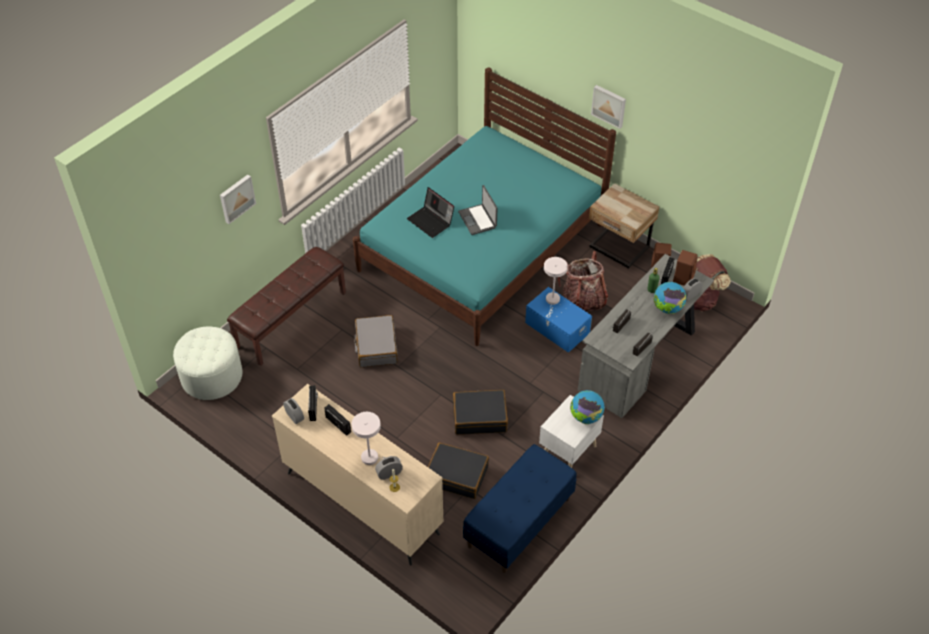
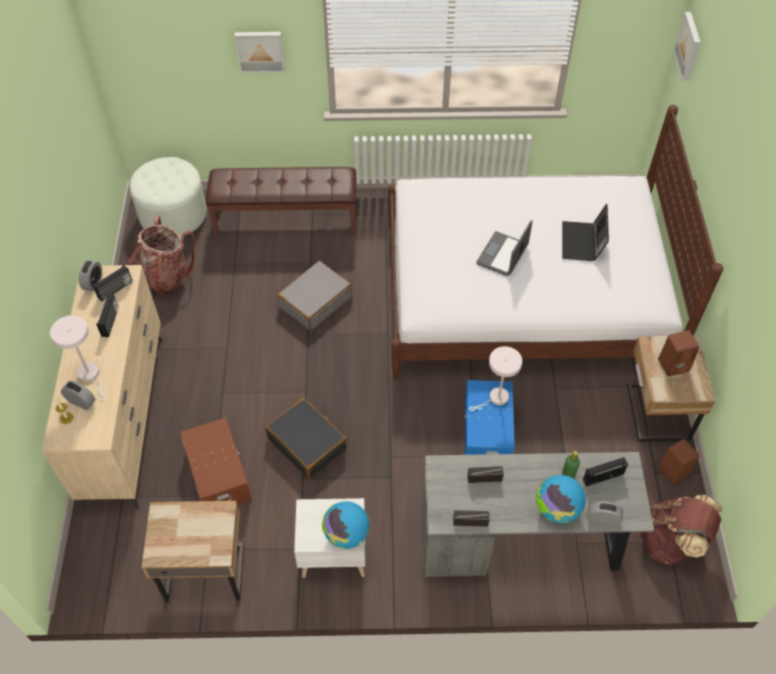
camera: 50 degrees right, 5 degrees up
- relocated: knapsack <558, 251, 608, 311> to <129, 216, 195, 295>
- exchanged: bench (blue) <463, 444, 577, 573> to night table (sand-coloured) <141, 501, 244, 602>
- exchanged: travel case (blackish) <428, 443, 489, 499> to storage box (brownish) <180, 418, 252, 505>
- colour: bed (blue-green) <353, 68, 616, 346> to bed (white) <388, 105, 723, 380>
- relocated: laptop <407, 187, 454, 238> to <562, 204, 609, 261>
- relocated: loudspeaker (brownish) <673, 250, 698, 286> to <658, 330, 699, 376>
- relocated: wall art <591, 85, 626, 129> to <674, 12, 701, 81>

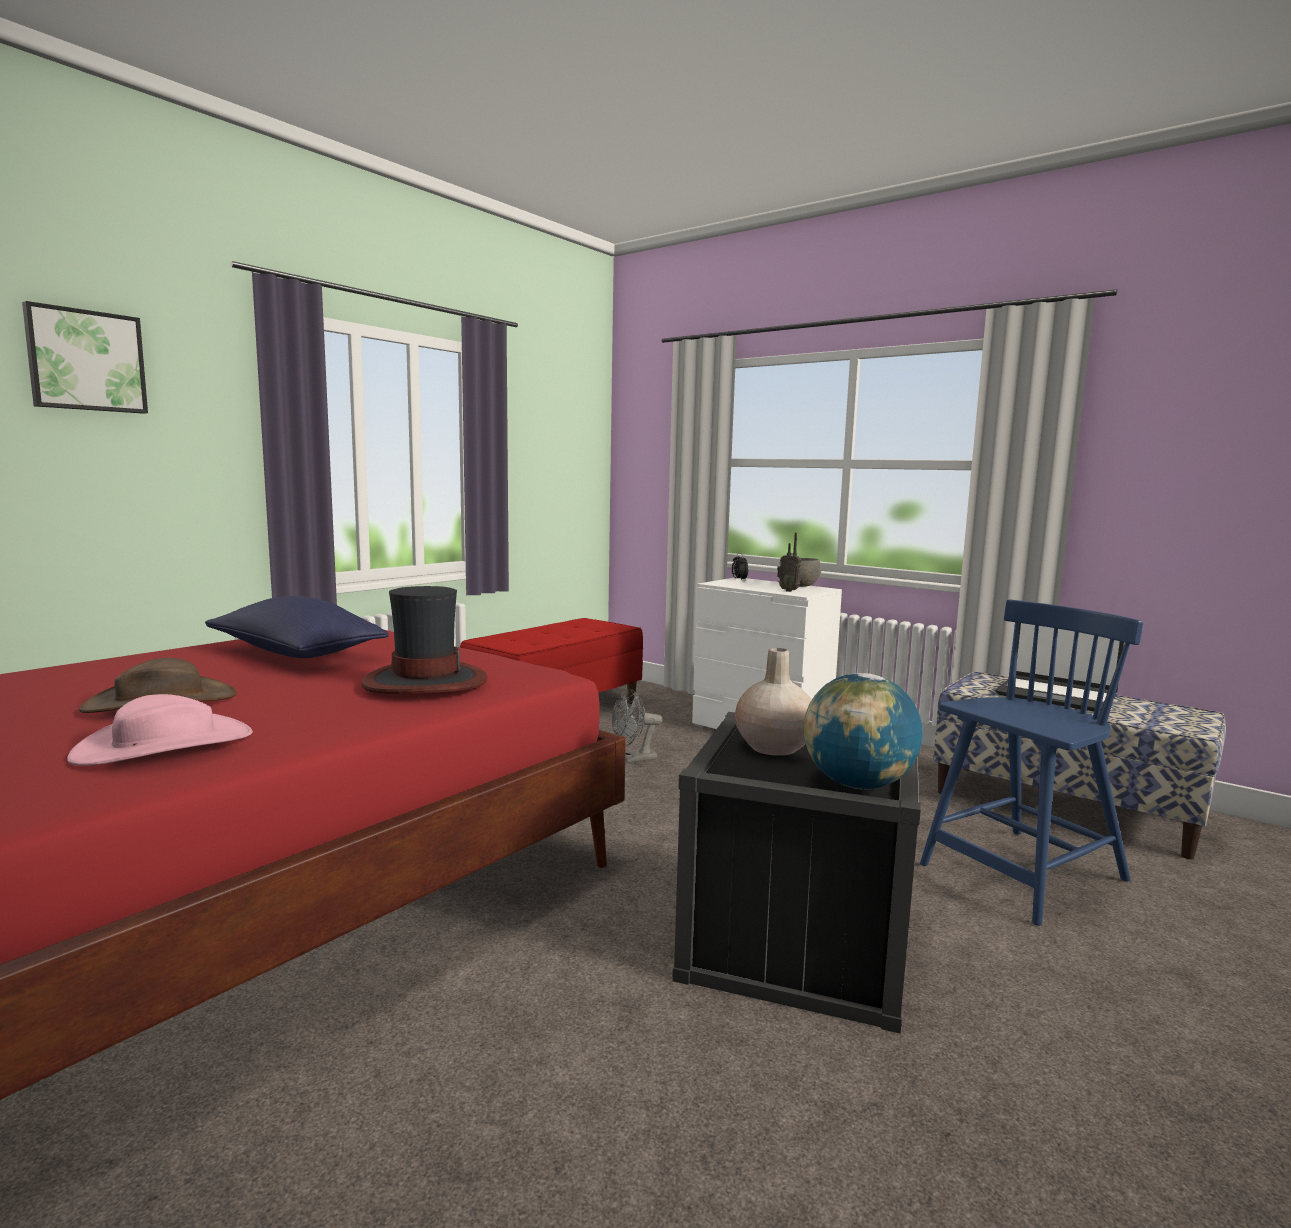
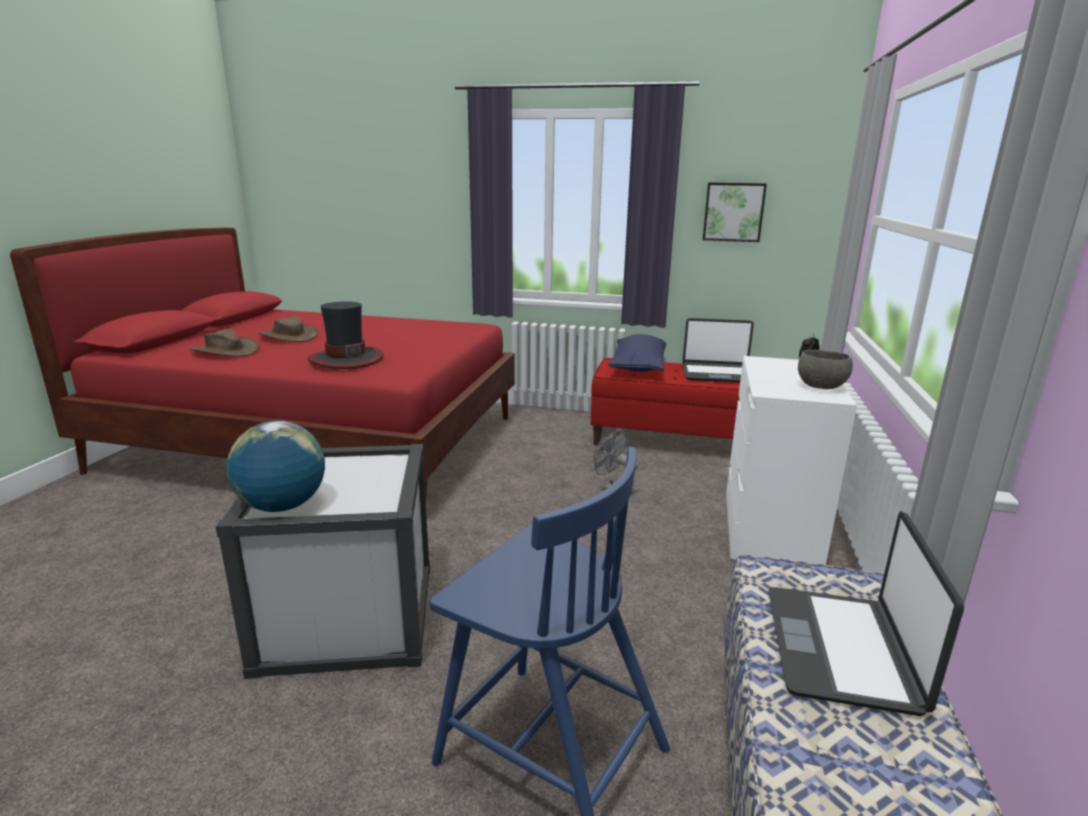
camera: 65 degrees right, 10 degrees up
- colour: hat (pink-coloured) <67, 694, 253, 766> to hat (brownish) <190, 329, 259, 357>
- colour: storage box (blackish) <672, 712, 921, 1034> to storage box (white) <215, 444, 430, 679>
- relocated: cushion (blue) <205, 596, 389, 658> to <608, 334, 666, 372>
- appeared: laptop <682, 318, 754, 383>
- relocated: wall art <22, 301, 148, 414> to <703, 183, 767, 242>
- missing: flower vase (sand-coloured) <735, 648, 812, 756>
- missing: radio receiver <777, 532, 801, 592>

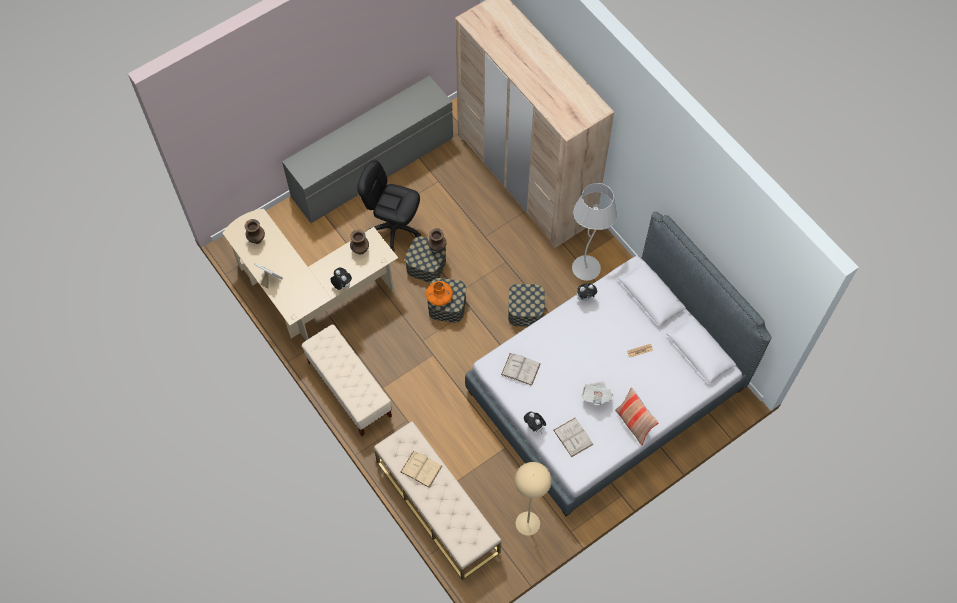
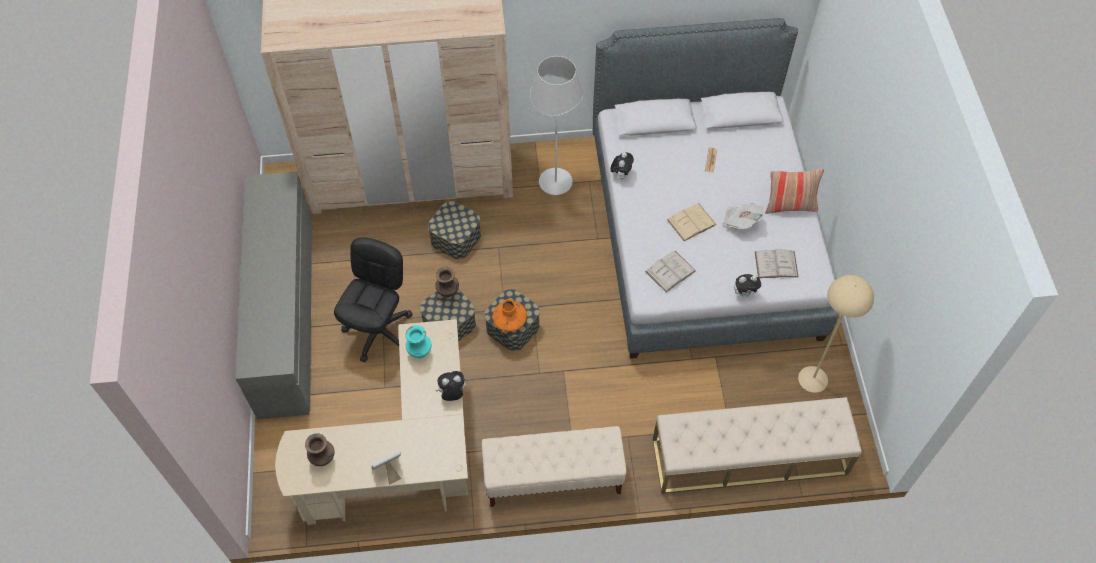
camera: 60 degrees left, 5 degrees down
- spun: computer chair (blackish) <357, 160, 421, 251> = <334, 237, 413, 362> 150 degrees clockwise
- colour: flower vase (brownish) <350, 229, 369, 255> to flower vase (blue-green) <405, 325, 432, 358>
- relocated: storage box <508, 284, 545, 327> to <428, 201, 481, 259>
- relocated: volume (sand-coloured) <401, 451, 442, 488> to <667, 203, 716, 241>

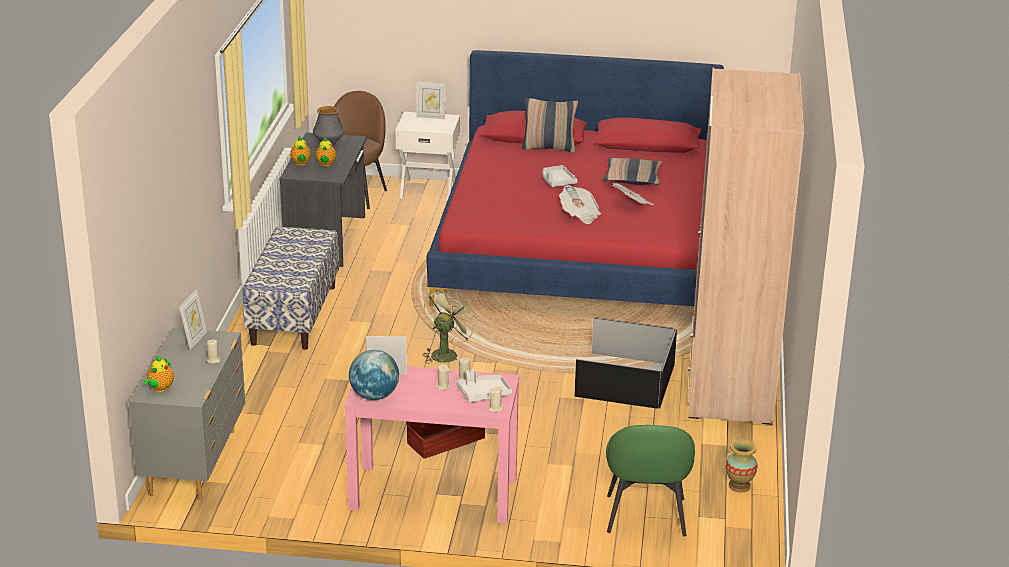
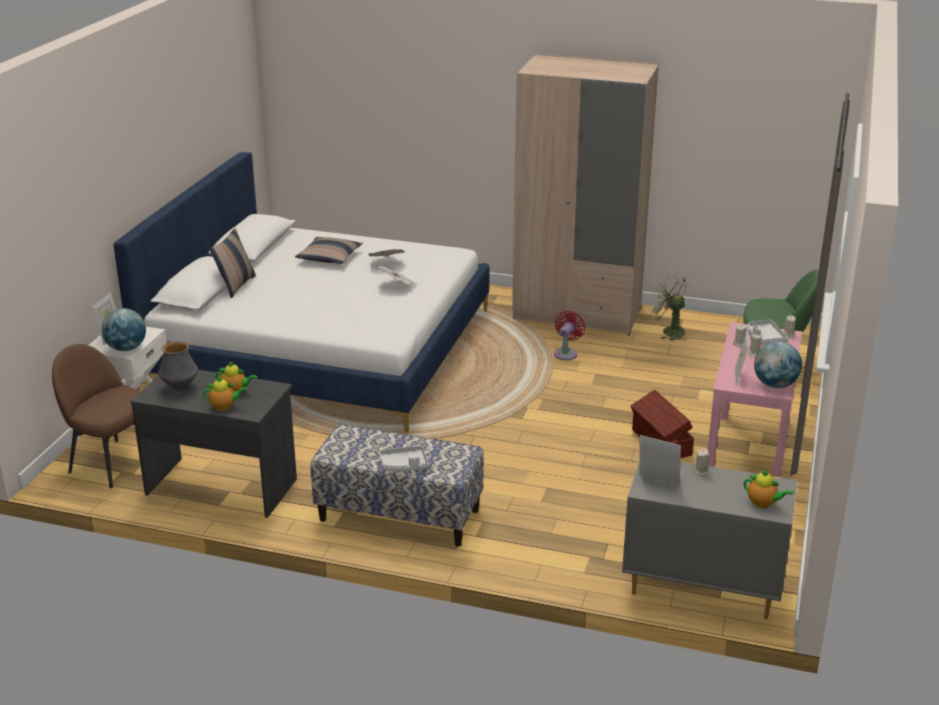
camera: 80 degrees left, 0 degrees up
- appeared: desk globe <102, 308, 146, 351>
- colour: bed (reddish) <426, 50, 724, 308> to bed (white) <113, 152, 490, 432>
- relocated: tray (grey) <543, 165, 577, 187> to <379, 445, 429, 471>
- exchanged: storage box (blackish) <574, 317, 677, 409> to cooling fan (reddish) <554, 311, 586, 360>
- relocated: cooling fan (green) <422, 290, 478, 363> to <649, 274, 686, 341>
- missing: flower vase <726, 439, 758, 492>

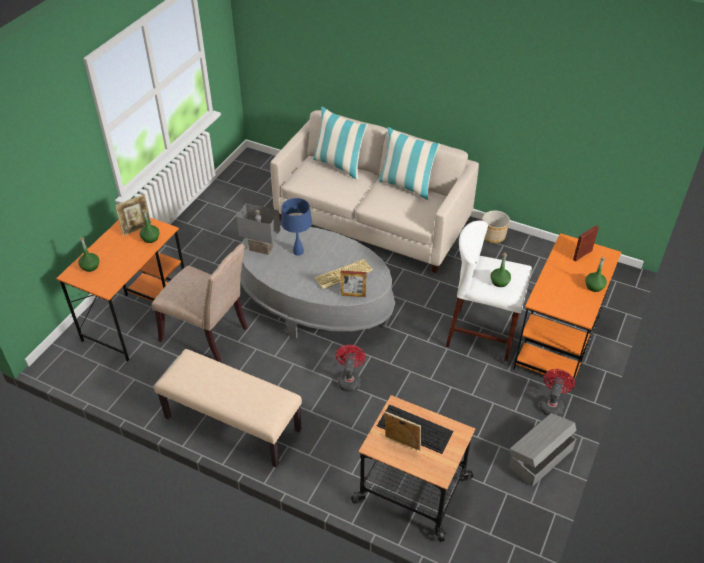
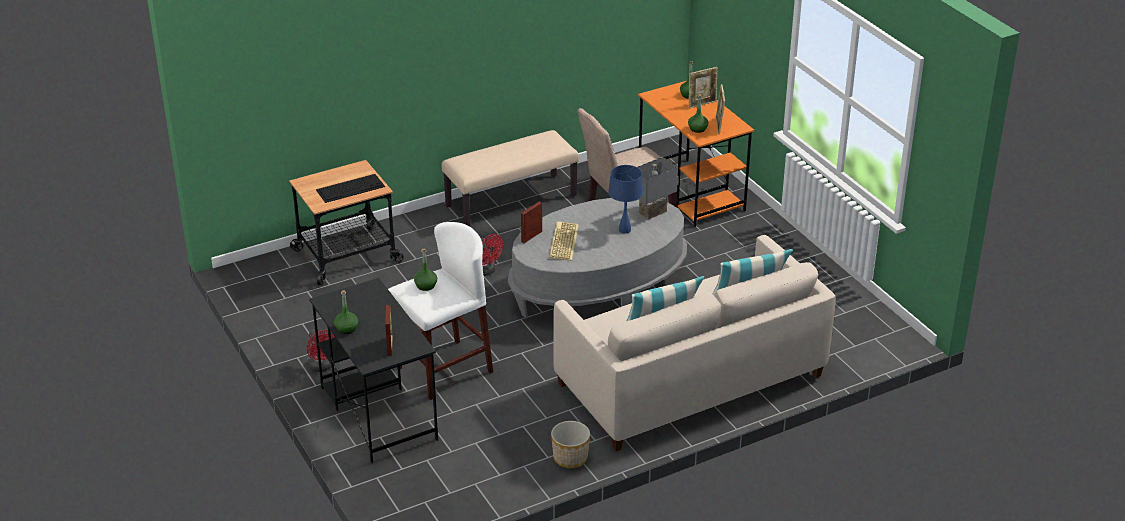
camera: 125 degrees right, 10 degrees down
- colour: desk table (orange) <513, 233, 621, 388> to desk table (blackish) <309, 278, 438, 463>
- relocated: standing frame <384, 412, 421, 451> to <689, 67, 718, 109>
- missing: storage box (grey) <509, 413, 577, 487>

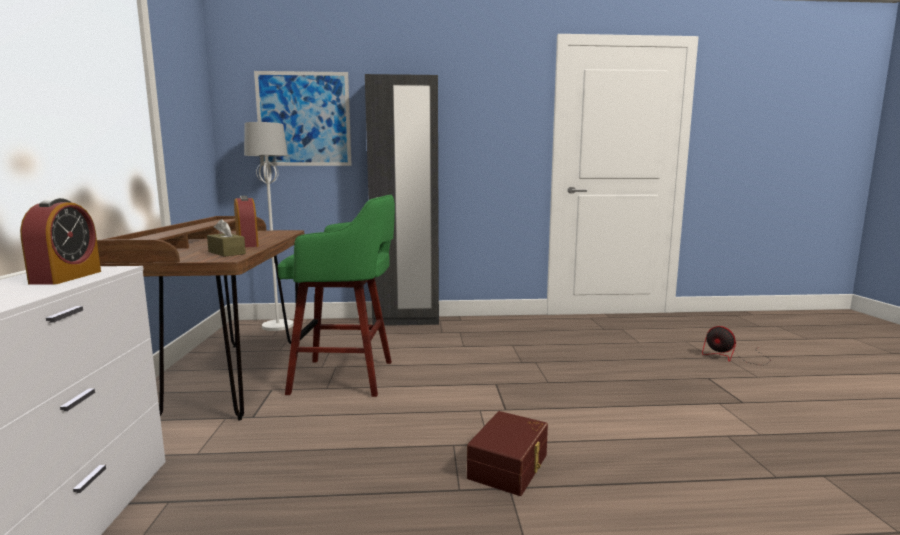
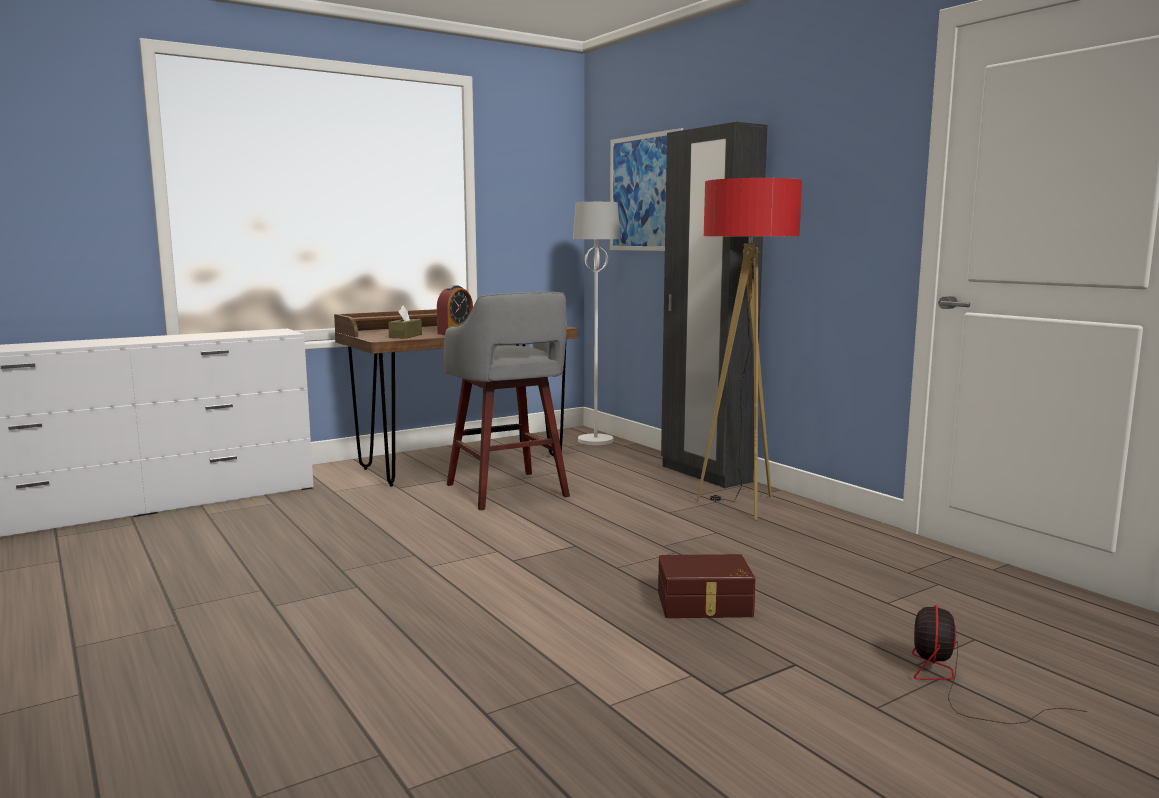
camera: 60 degrees right, 0 degrees up
- colour: sitting stool (green) <277, 194, 395, 397> to sitting stool (grey) <444, 292, 570, 510>
- relocated: storage box (brownish) <467, 411, 548, 496> to <658, 554, 756, 618>
- appeared: standard lamp <697, 178, 802, 520>
- missing: bedside clock <20, 198, 101, 285>

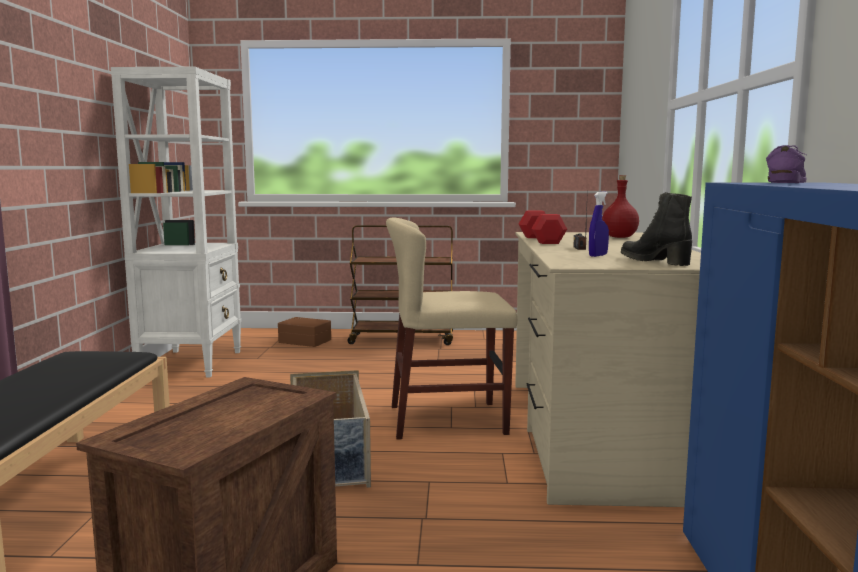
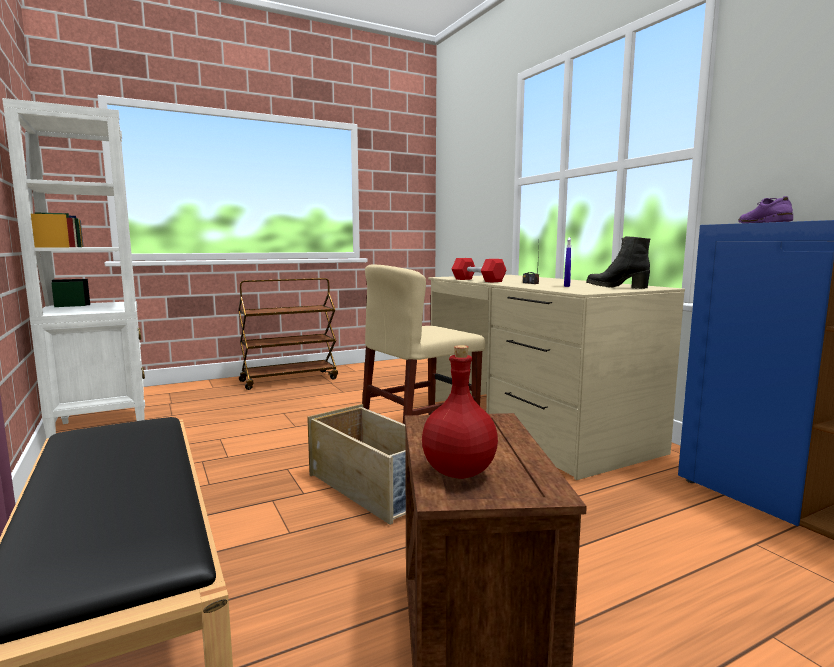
camera: 30 degrees left, 0 degrees up
- relocated: drink bottle (reddish) <602, 175, 639, 238> to <422, 345, 498, 479>
- missing: storage box (brownish) <278, 317, 331, 347>

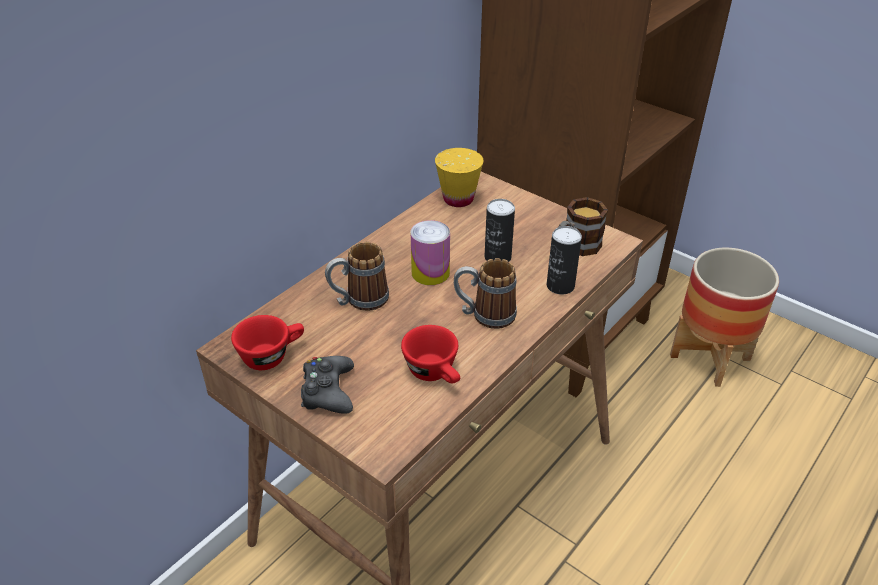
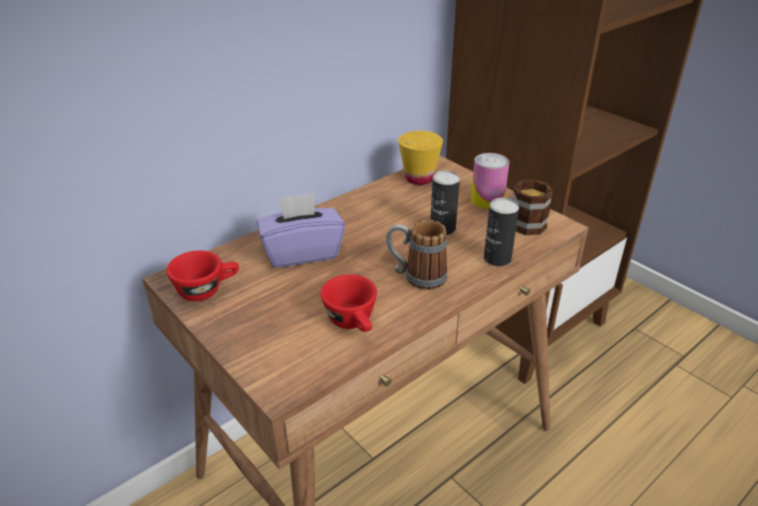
camera: 10 degrees right, 5 degrees down
- exchanged: mug <325, 242, 389, 311> to tissue box (purple) <257, 193, 345, 268>
- relocated: can <410, 220, 450, 285> to <471, 153, 510, 209>
- missing: gamepad (blackish) <301, 356, 354, 414>
- missing: flower pot <670, 248, 779, 387>

